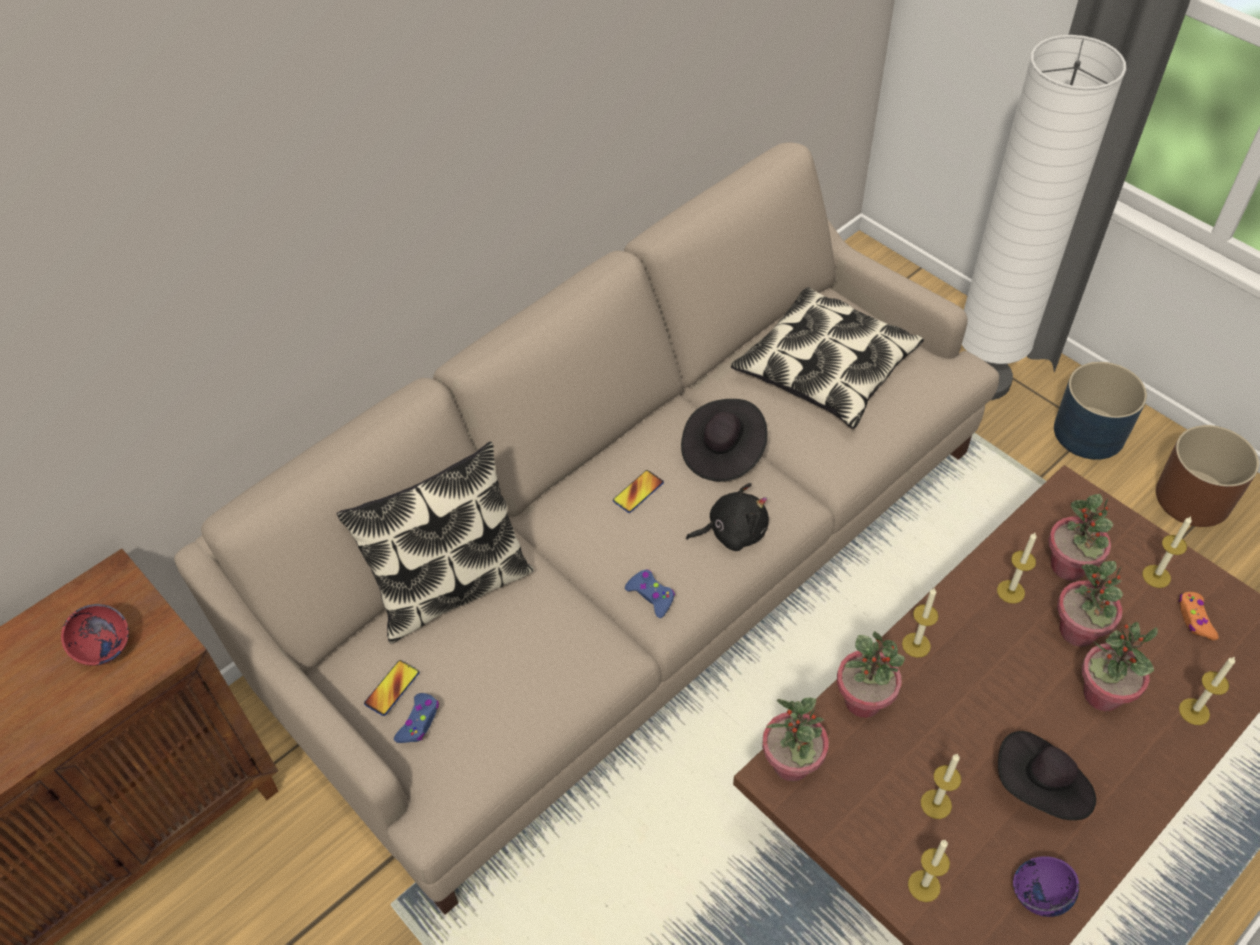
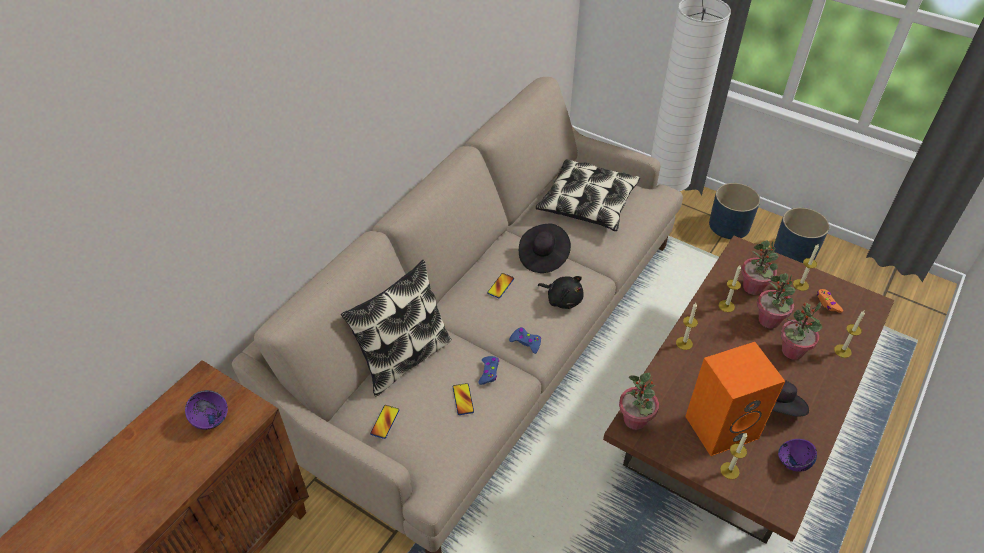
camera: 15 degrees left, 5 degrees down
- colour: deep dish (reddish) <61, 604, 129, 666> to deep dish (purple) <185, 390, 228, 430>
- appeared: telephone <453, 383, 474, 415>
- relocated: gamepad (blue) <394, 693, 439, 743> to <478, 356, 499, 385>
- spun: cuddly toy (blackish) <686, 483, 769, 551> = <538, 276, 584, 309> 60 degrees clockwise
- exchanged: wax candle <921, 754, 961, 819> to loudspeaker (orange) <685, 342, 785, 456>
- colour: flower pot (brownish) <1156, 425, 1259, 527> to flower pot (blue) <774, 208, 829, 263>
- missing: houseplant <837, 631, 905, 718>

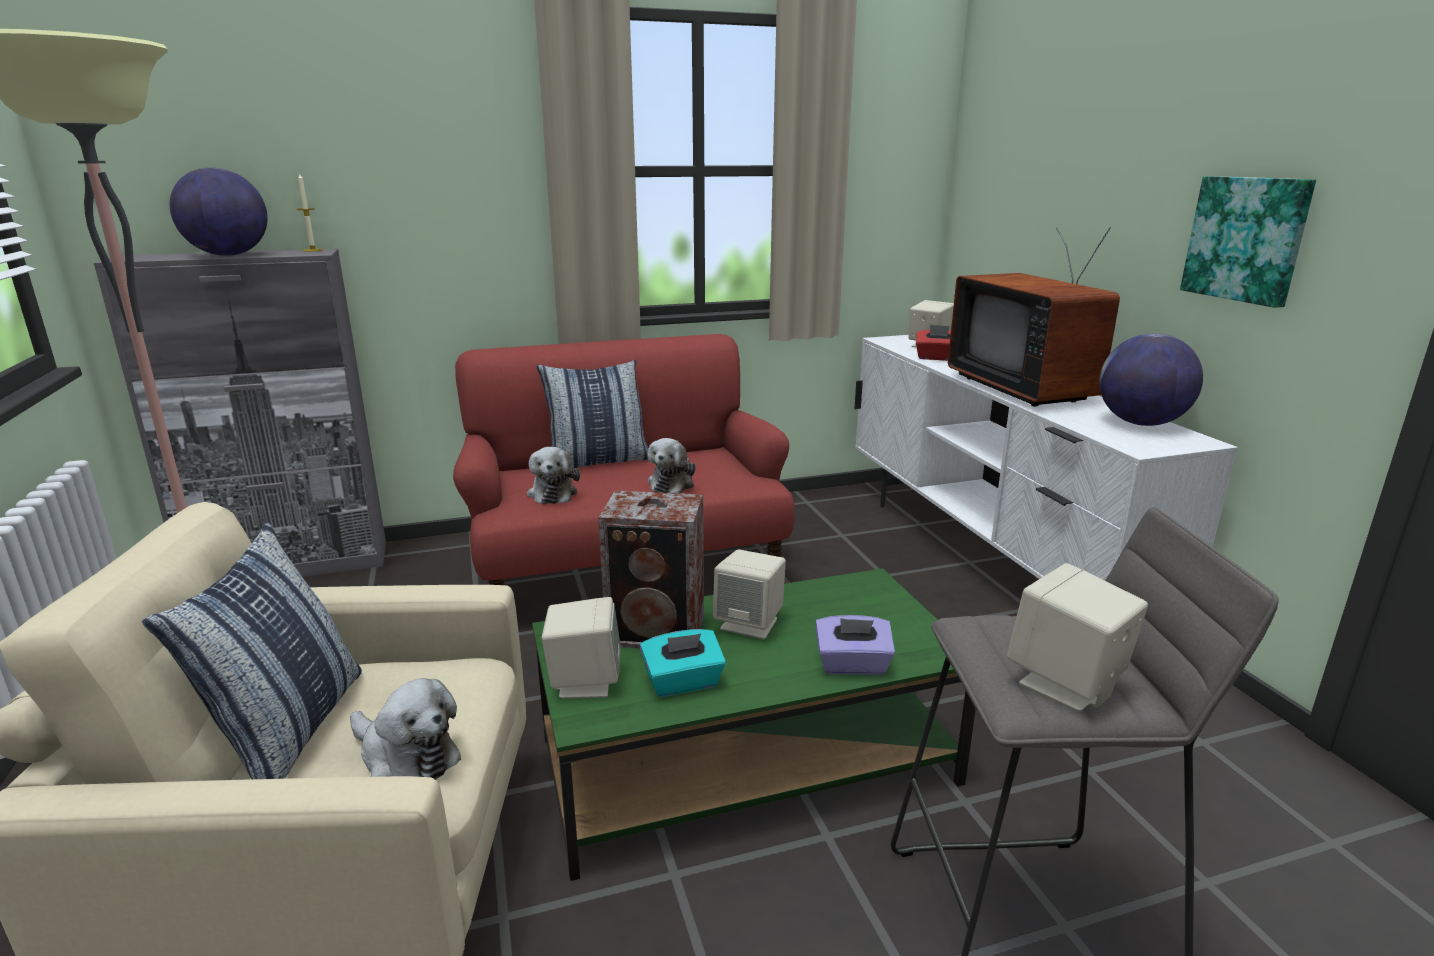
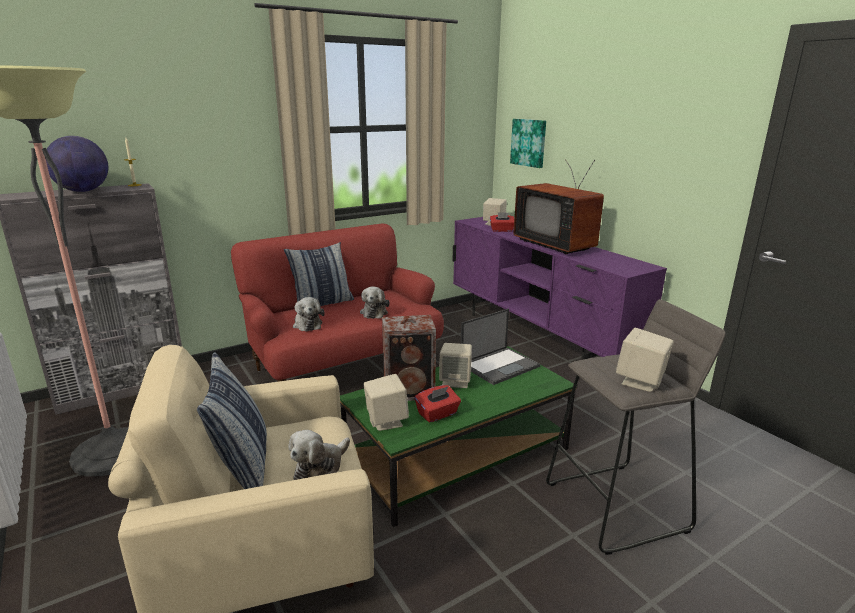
camera: 15 degrees left, 0 degrees up
- spun: cuddly toy <350, 678, 461, 780> = <288, 430, 350, 480> 105 degrees clockwise
- colour: tissue box (blue-green) <640, 629, 726, 697> to tissue box (reddish) <415, 385, 461, 423>
- colour: media console (white) <854, 335, 1238, 580> to media console (purple) <452, 217, 667, 360>
- appeared: laptop <461, 309, 540, 385>
- relocated: wall art <1180, 176, 1316, 308> to <510, 119, 546, 168>
- missing: tissue box (purple) <815, 615, 895, 675>
- missing: desk globe <1099, 333, 1203, 426>

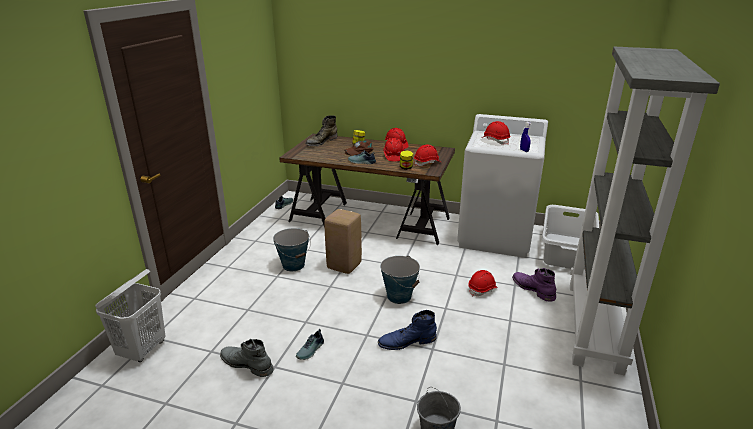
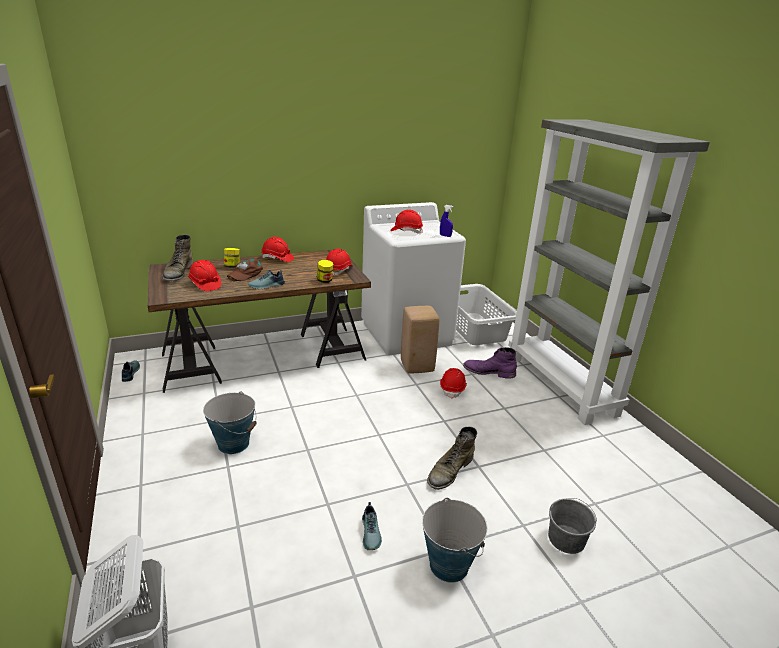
camera: 40 degrees left, 0 degrees up
- relocated: safety helmet (reddish) <383, 138, 404, 161> to <188, 260, 221, 291>
- relocated: sitting stool (sand-coloured) <324, 209, 362, 274> to <401, 306, 439, 374>
- relocated: water bucket <380, 256, 420, 304> to <422, 498, 487, 583>
- colour: high-top boot (blue) <378, 310, 437, 350> to high-top boot (green) <427, 427, 477, 490>
- missing: high-top boot (grey) <220, 339, 273, 377>

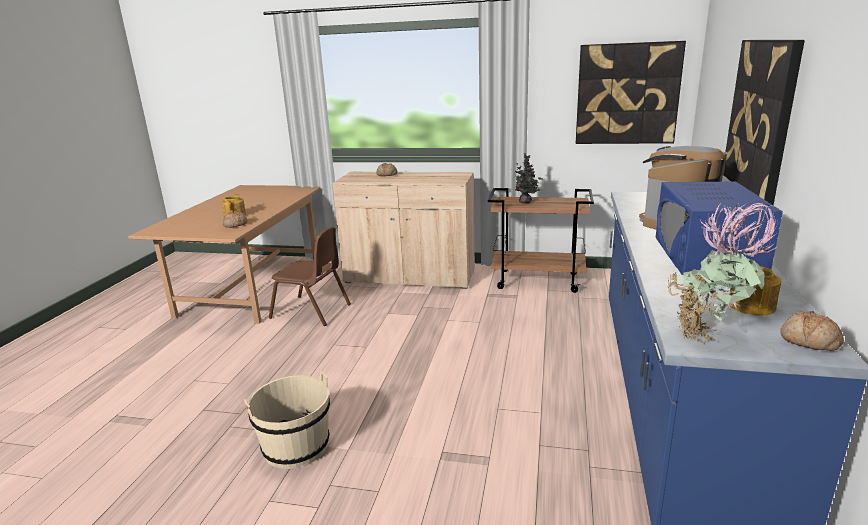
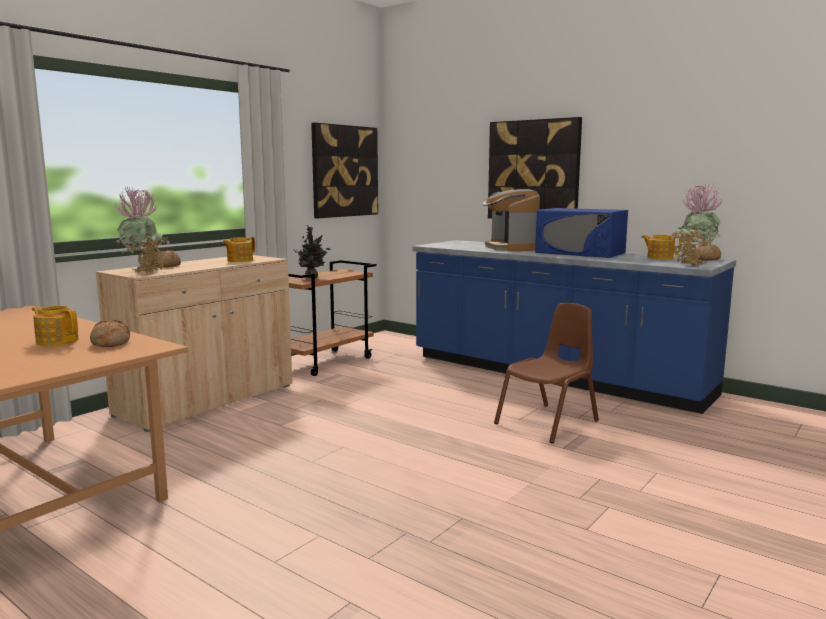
camera: 65 degrees left, 10 degrees down
- appeared: houseplant <115, 187, 170, 272>
- appeared: tea pot <222, 237, 255, 262>
- relocated: upright chair (brownish) <269, 227, 351, 326> to <494, 303, 599, 444>
- missing: water bucket (sand-coloured) <244, 371, 330, 469>

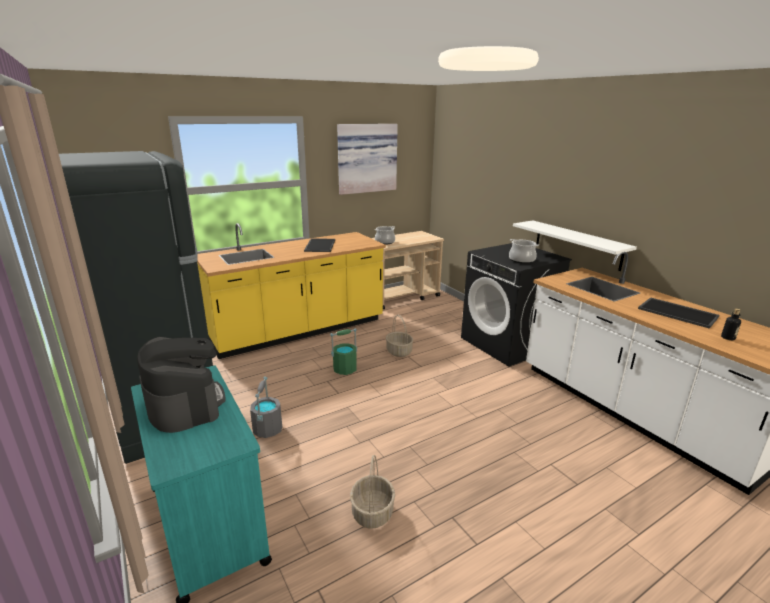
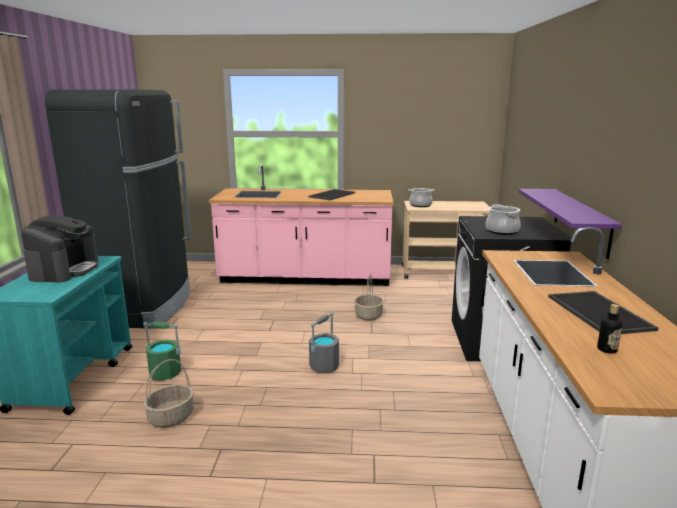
camera: 35 degrees right, 5 degrees down
- relocated: water bucket (green) <330, 329, 357, 375> to <143, 322, 181, 381>
- colour: counter (yellowish) <197, 223, 386, 359> to counter (pink-coloured) <209, 164, 393, 286>
- relocated: water bucket (grey) <250, 377, 282, 438> to <309, 312, 339, 373>
- colour: wall shelf (white) <513, 220, 637, 271> to wall shelf (purple) <518, 189, 622, 259>
- missing: wall art <337, 124, 398, 195>

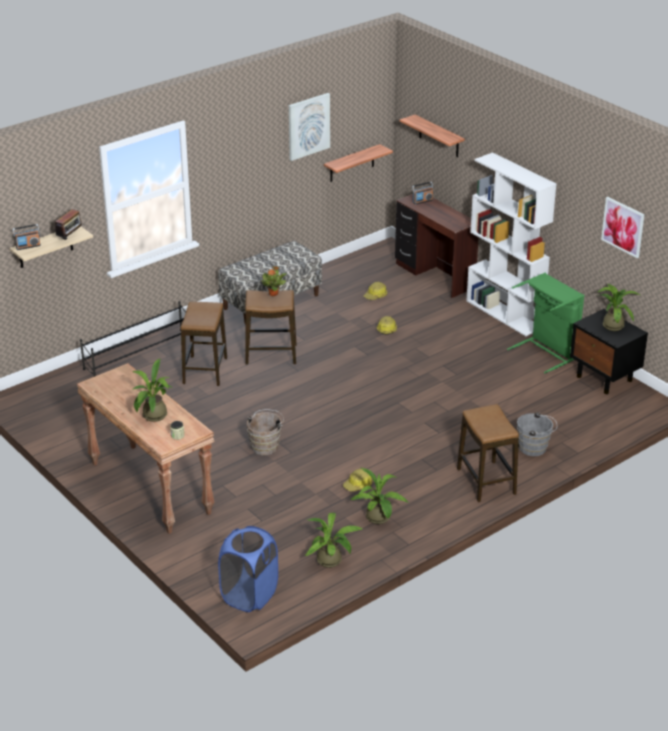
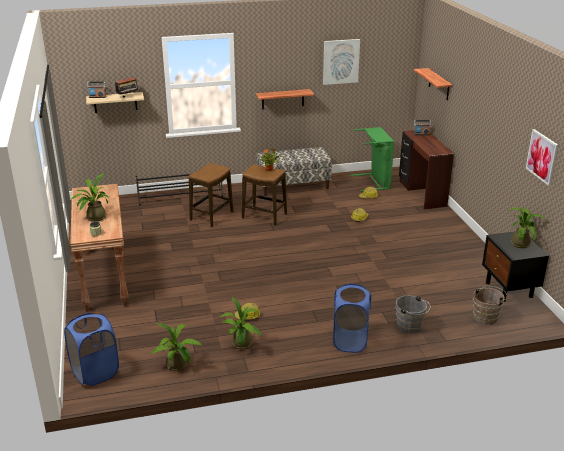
camera: 25 degrees right, 5 degrees down
- relocated: wall shelf <324, 144, 393, 182> to <256, 89, 314, 109>
- exchanged: sitting stool <457, 404, 519, 502> to hamper (blue) <333, 284, 371, 353>
- relocated: hamper (green) <507, 273, 585, 373> to <349, 127, 394, 191>
- relocated: water bucket (brownish) <247, 409, 284, 455> to <473, 286, 507, 325>
- missing: bookcase (white) <466, 152, 557, 336>

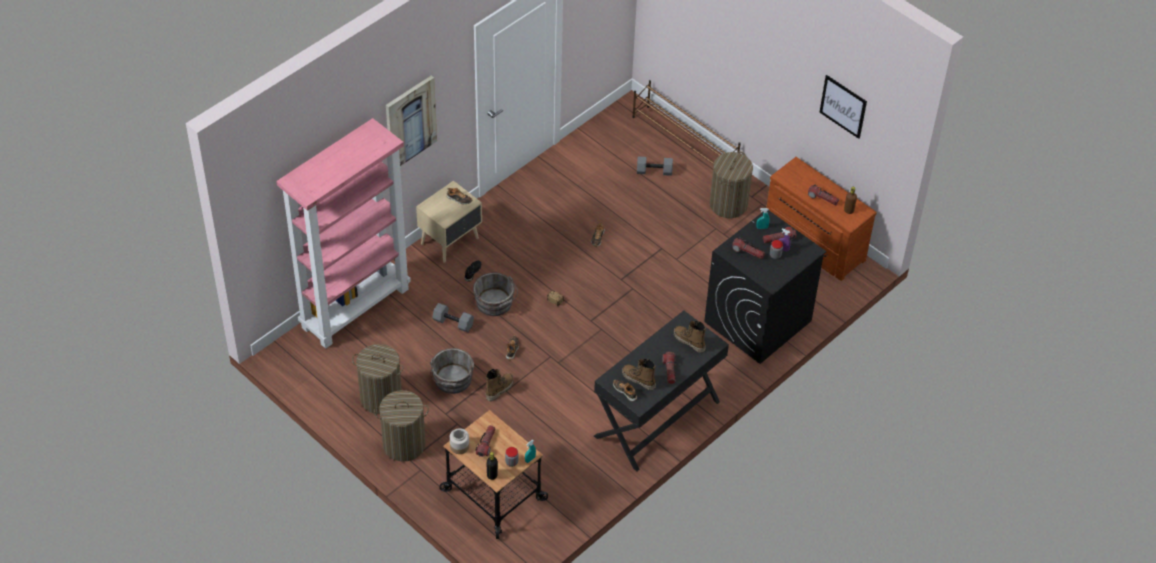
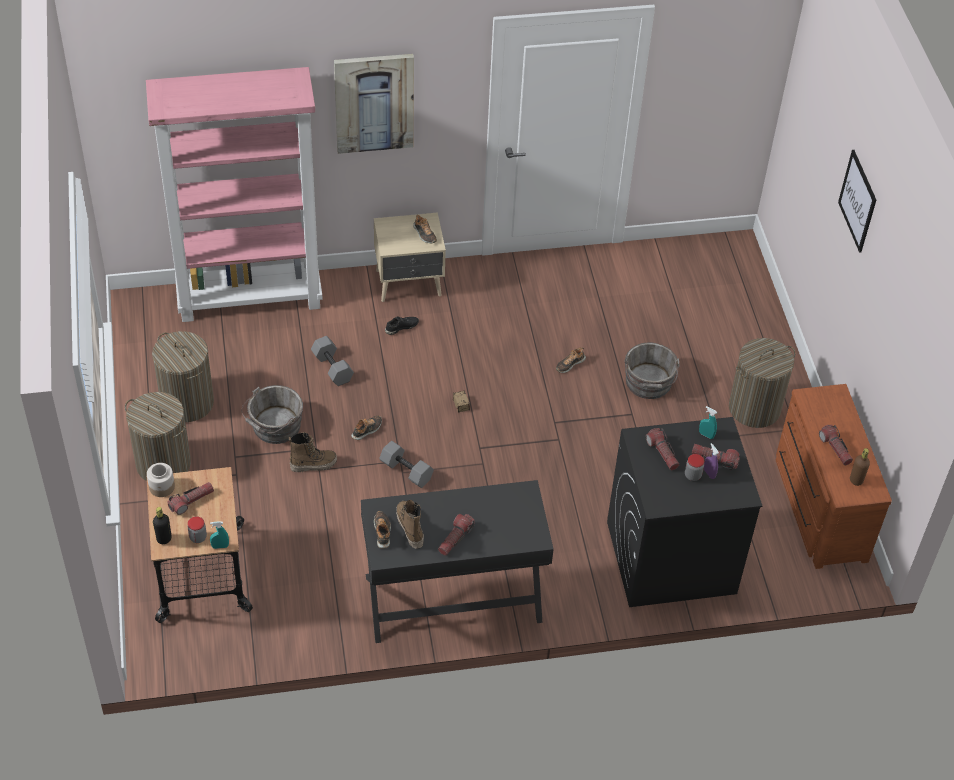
camera: 35 degrees right, 0 degrees up
- relocated: dumbbell (grey) <637, 156, 673, 176> to <379, 441, 434, 488>
- relocated: water bucket (grey) <473, 272, 518, 316> to <624, 343, 680, 399>
- relocated: wall art <819, 75, 867, 139> to <838, 150, 876, 253>
- missing: shoe stand (brownish) <632, 80, 741, 164>
- missing: high-top boot <674, 321, 706, 353>

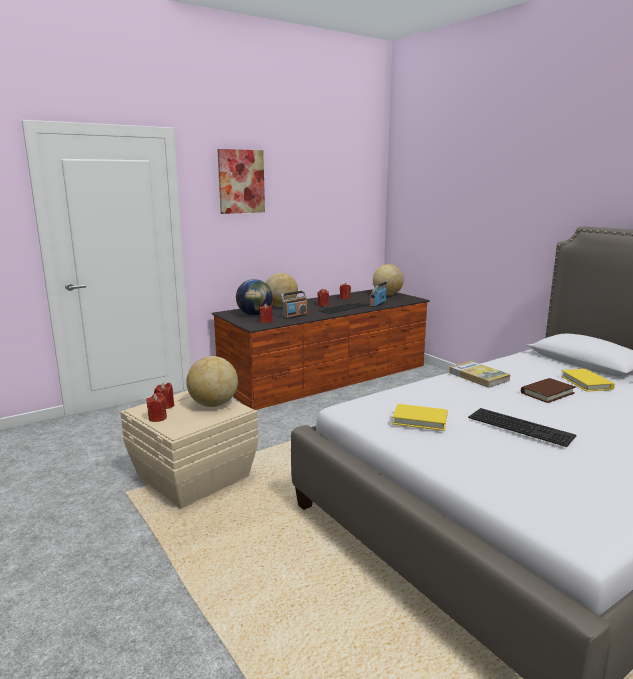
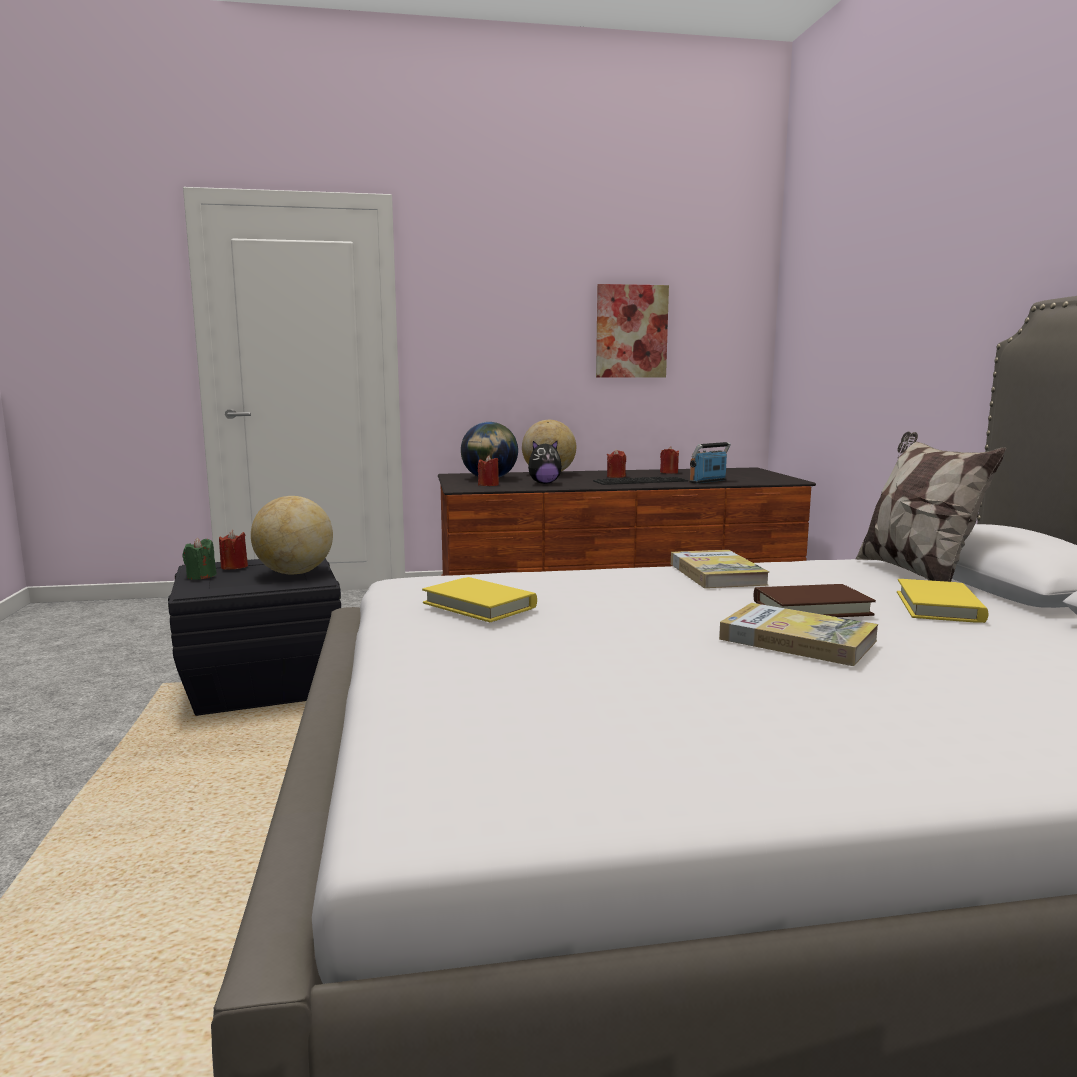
camera: 25 degrees right, 5 degrees down
- colour: storage box (sand-coloured) <120, 391, 258, 509> to storage box (blackish) <168, 558, 341, 716>
- colour: wax candle (reddish) <146, 393, 167, 422> to wax candle (green) <183, 538, 216, 580>
- exchanged: radio receiver <281, 291, 308, 319> to cuddly toy <528, 440, 562, 484>
- relocated: wall art <217, 149, 265, 214> to <596, 284, 669, 378>
- appeared: volume <719, 603, 878, 666>
- appeared: cushion <855, 431, 1006, 582>
- missing: desk globe <373, 264, 404, 295>
- missing: computer keyboard <468, 408, 576, 447>

